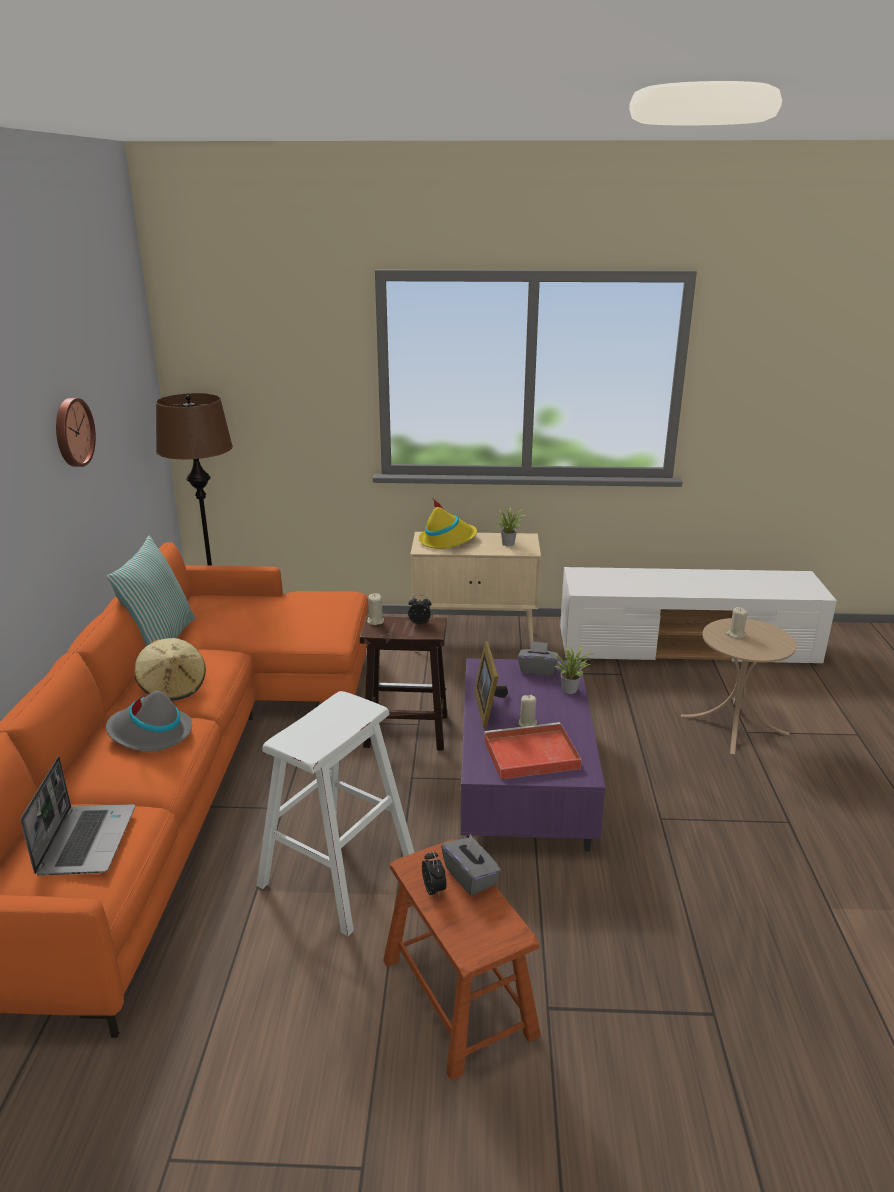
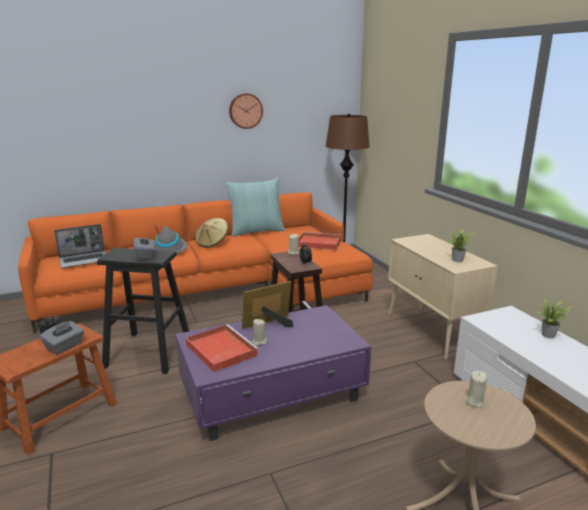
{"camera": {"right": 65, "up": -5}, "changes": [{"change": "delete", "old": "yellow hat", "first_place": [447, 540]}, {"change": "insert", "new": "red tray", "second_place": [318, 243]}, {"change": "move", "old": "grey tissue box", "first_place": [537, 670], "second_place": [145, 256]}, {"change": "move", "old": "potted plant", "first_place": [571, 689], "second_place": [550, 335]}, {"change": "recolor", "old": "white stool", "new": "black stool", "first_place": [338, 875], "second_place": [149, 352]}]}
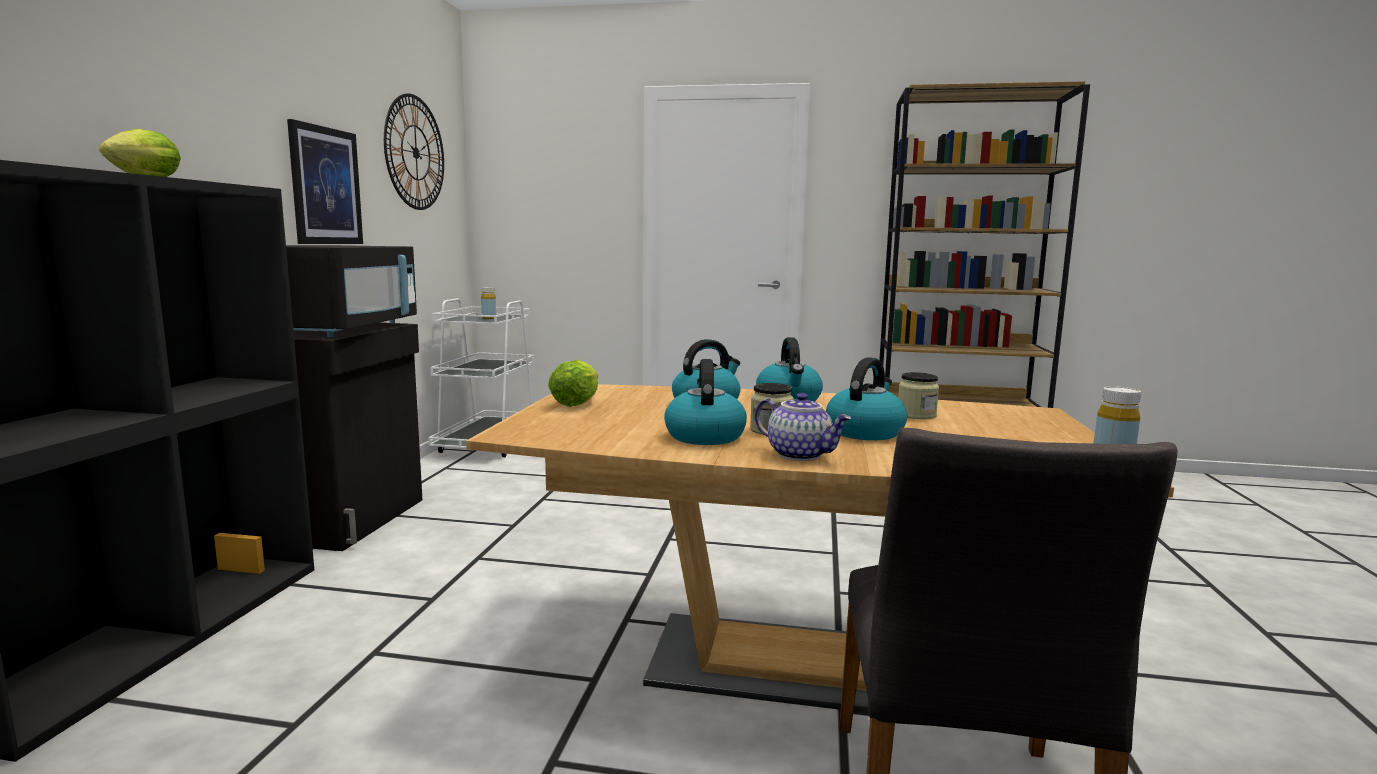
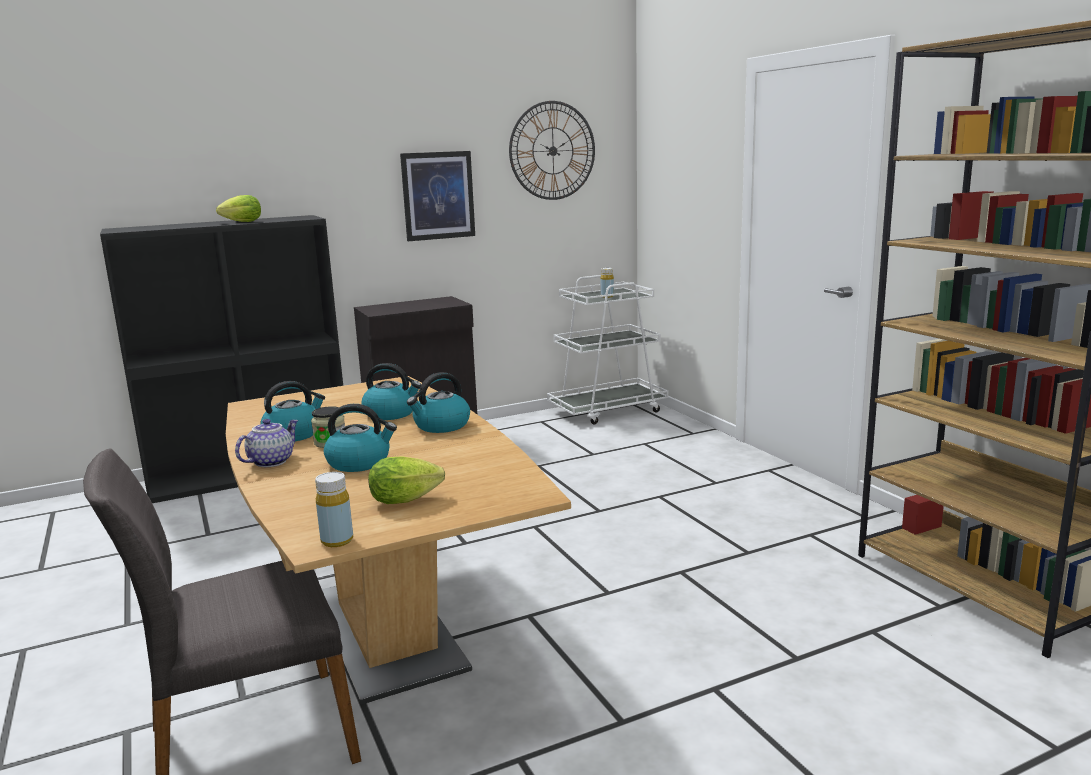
{"camera": {"right": 55, "up": 5}, "changes": [{"change": "delete", "old": "black microwave", "first_place": [348, 329]}, {"change": "delete", "old": "jar", "first_place": [916, 415]}, {"change": "move", "old": "lettuce", "first_place": [578, 403], "second_place": [409, 499]}, {"change": "rotate", "old": "teapot", "first_place": [800, 455], "second_place": [271, 461], "degrees": -150}]}
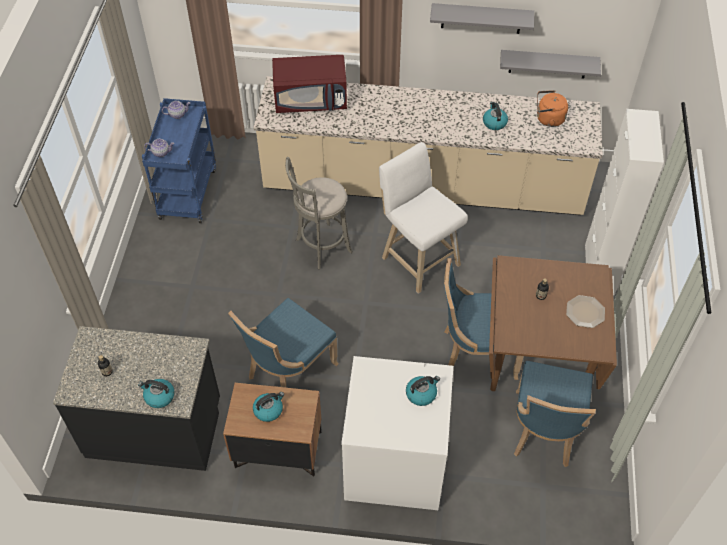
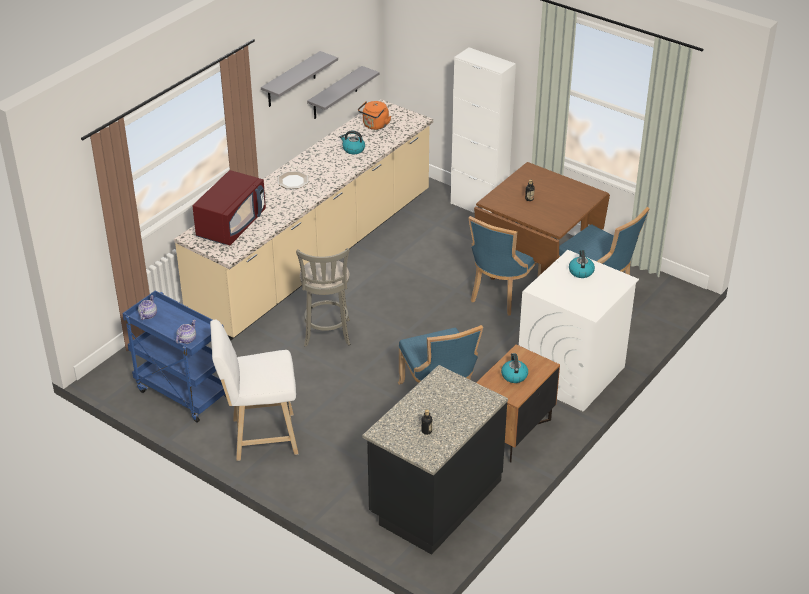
{"camera": {"right": -60, "up": -15}, "changes": [{"change": "delete", "old": "kettle", "first_place": [159, 396]}, {"change": "move", "old": "white stool", "first_place": [418, 258], "second_place": [260, 437]}, {"change": "move", "old": "plate", "first_place": [585, 312], "second_place": [293, 181]}]}
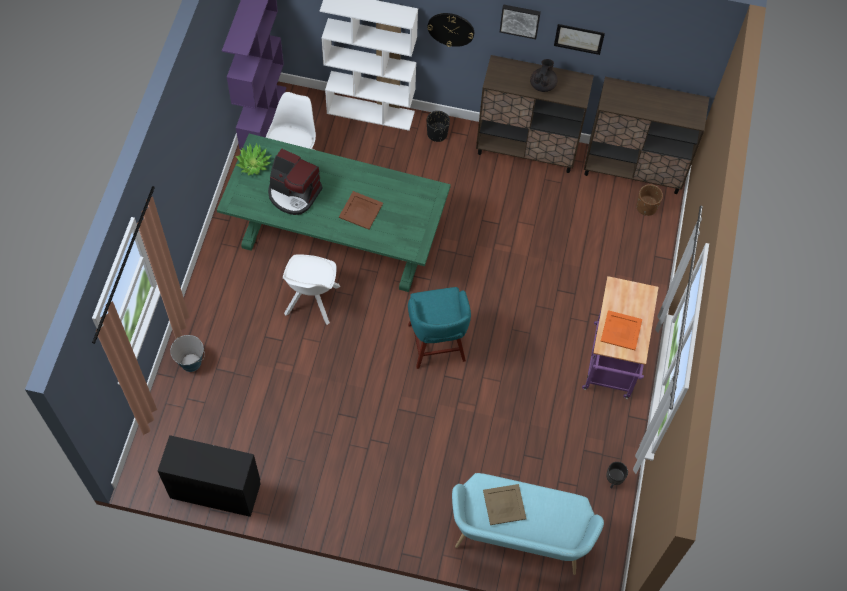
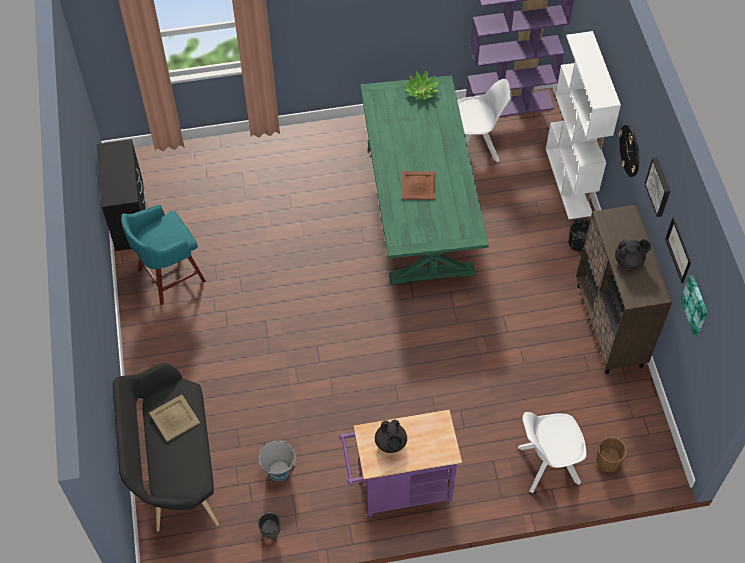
{"camera": {"right": 70, "up": -5}, "changes": [{"change": "delete", "old": "coffee machine", "first_place": [294, 194]}, {"change": "delete", "old": "brown cabinet", "first_place": [633, 170]}, {"change": "insert", "new": "picture", "second_place": [696, 305]}, {"change": "move", "old": "bucket", "first_place": [191, 362], "second_place": [279, 470]}, {"change": "move", "old": "white chair", "first_place": [311, 301], "second_place": [546, 465]}, {"change": "move", "old": "turquoise stool", "first_place": [436, 344], "second_place": [169, 276]}, {"change": "replace", "old": "orange tray", "new": "black teapot", "first_place": [621, 331], "second_place": [391, 443]}, {"change": "recolor", "old": "turquoise bench", "new": "black bench", "first_place": [518, 539], "second_place": [175, 468]}]}
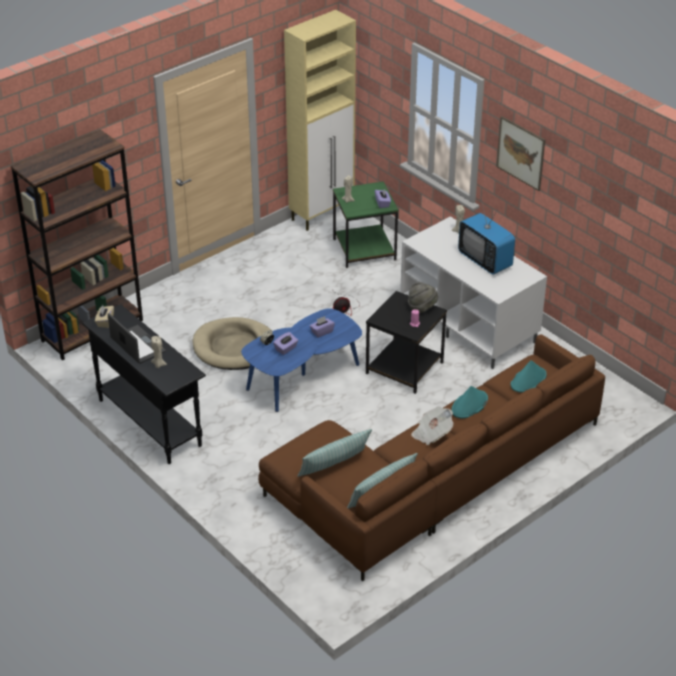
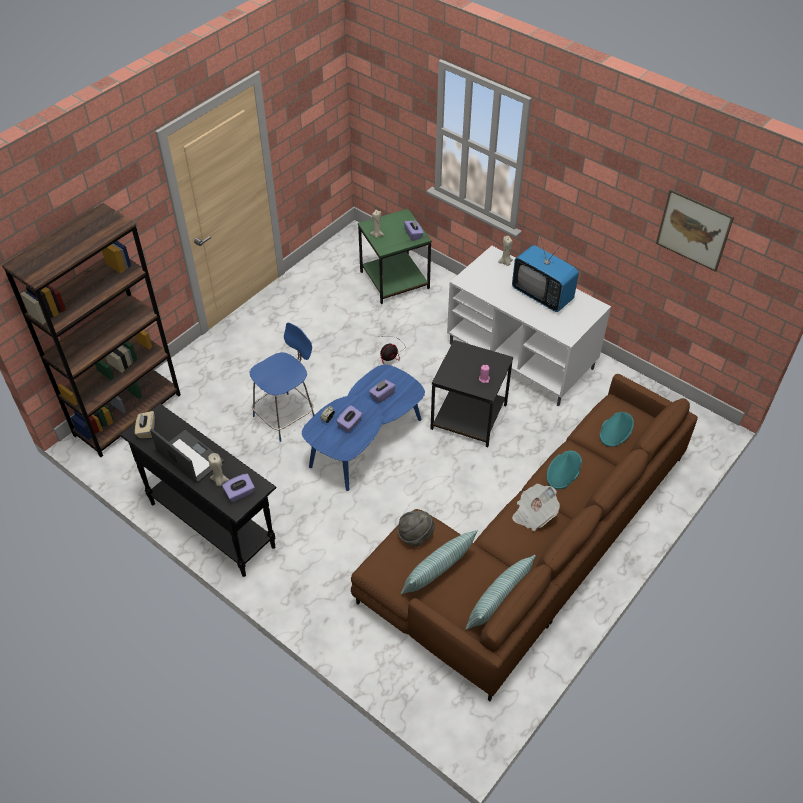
{"camera": {"right": -10, "up": 10}, "changes": [{"change": "delete", "old": "beige cabinet", "first_place": [322, 214]}, {"change": "insert", "new": "purple tissue box", "second_place": [240, 493]}, {"change": "move", "old": "grey hat", "first_place": [422, 307], "second_place": [415, 535]}, {"change": "move", "old": "picture", "first_place": [521, 153], "second_place": [694, 230]}, {"change": "replace", "old": "beige dog bed", "new": "blue stool", "first_place": [235, 347], "second_place": [286, 416]}]}
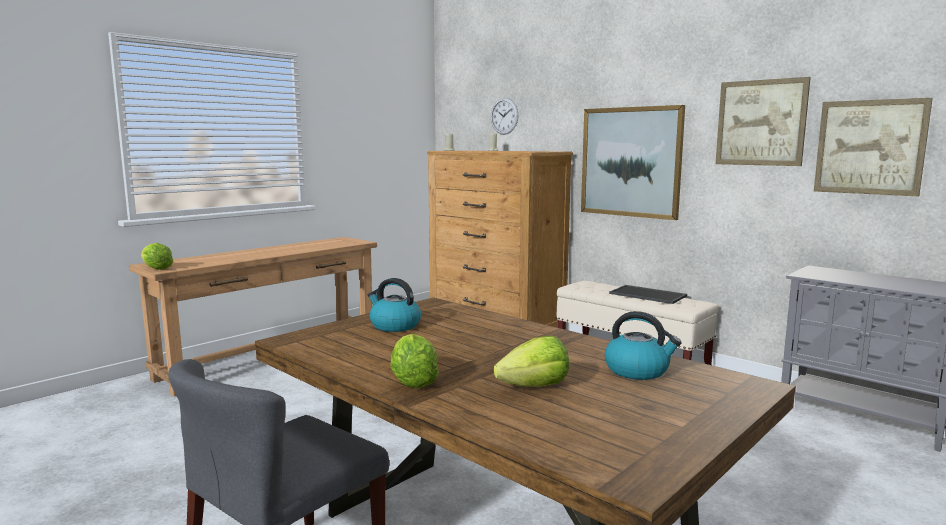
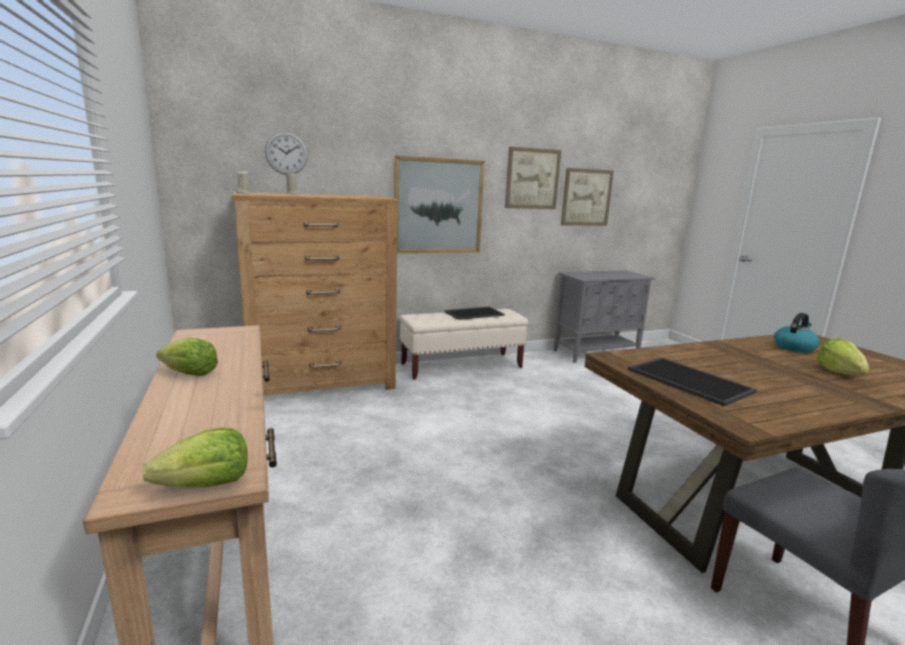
{"camera": {"right": -65, "up": 5}, "changes": [{"change": "move", "old": "lettuce", "first_place": [412, 381], "second_place": [189, 374]}, {"change": "replace", "old": "kettle", "new": "tray", "first_place": [394, 326], "second_place": [690, 380]}]}
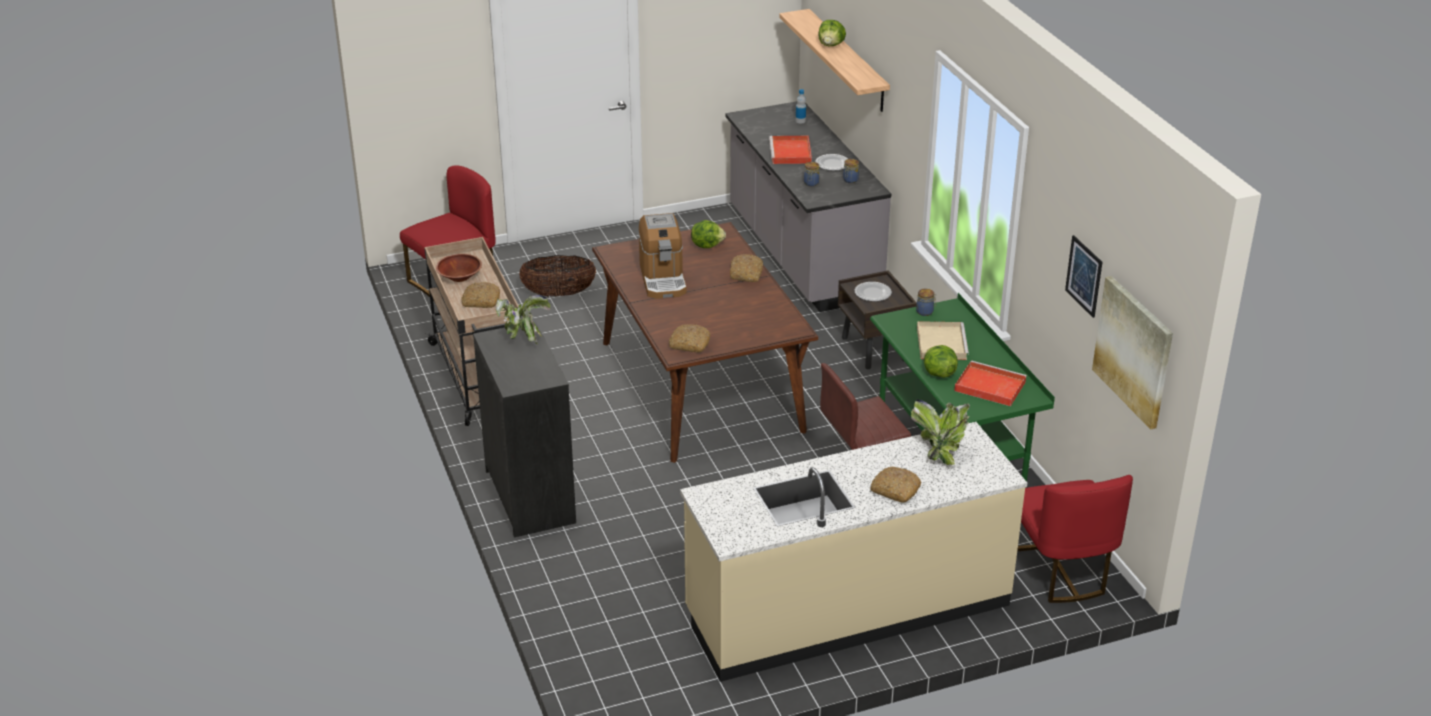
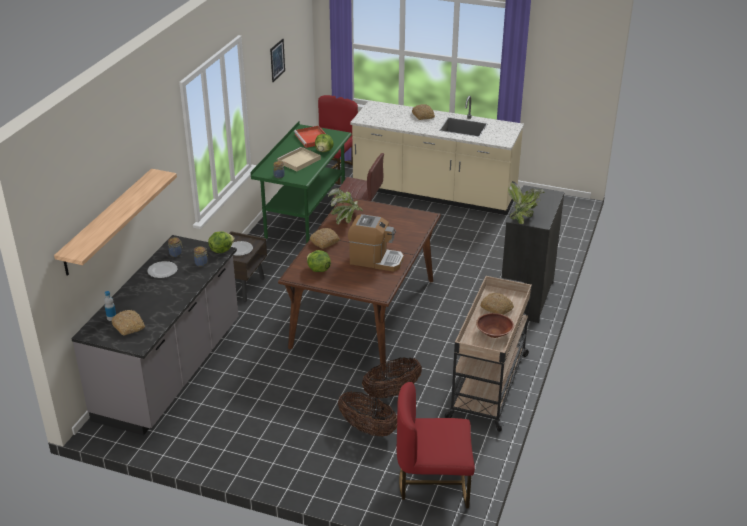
{"camera": {"right": -140, "up": 0}, "changes": [{"change": "delete", "old": "red tray", "first_place": [791, 153]}, {"change": "delete", "old": "picture", "first_place": [1133, 351]}, {"change": "insert", "new": "basket", "second_place": [391, 392]}, {"change": "move", "old": "bread", "first_place": [689, 344], "second_place": [129, 326]}, {"change": "move", "old": "lettuce", "first_place": [831, 45], "second_place": [221, 250]}, {"change": "move", "old": "potted plant", "first_place": [941, 449], "second_place": [346, 219]}, {"change": "rotate", "old": "coffee machine", "first_place": [663, 279], "second_place": [375, 260], "degrees": 75}]}
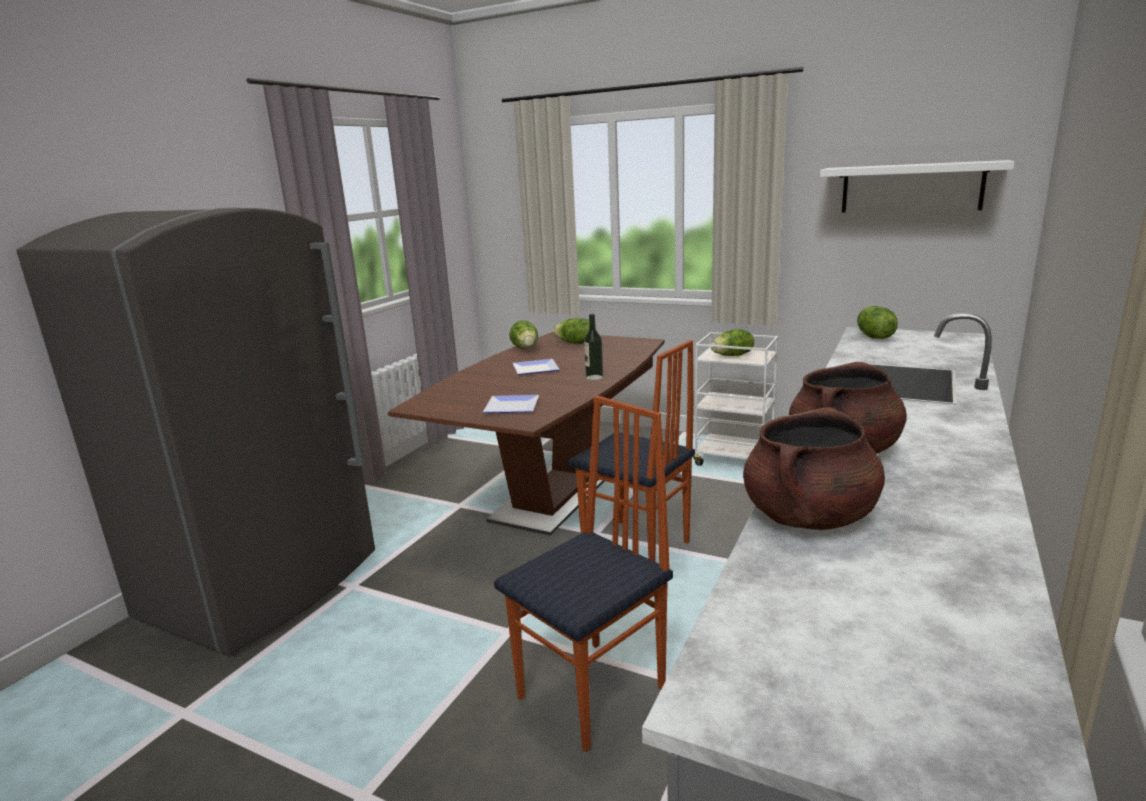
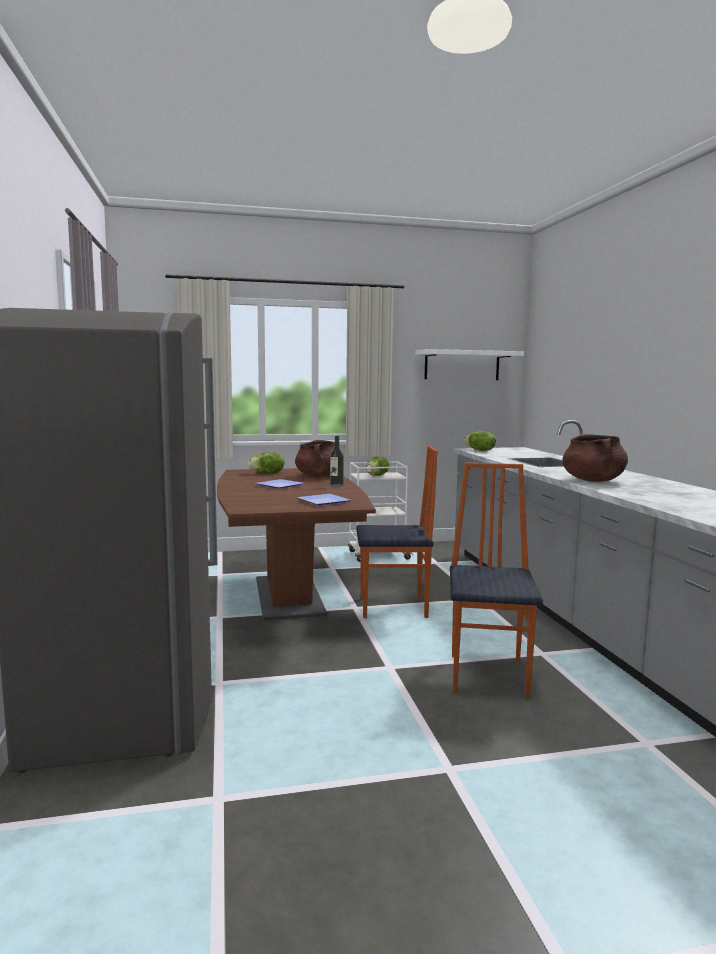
{"camera": {"right": -40, "up": -10}, "changes": [{"change": "delete", "old": "lettuce", "first_place": [526, 349]}, {"change": "move", "old": "brown cooking pot", "first_place": [809, 517], "second_place": [318, 476]}]}
